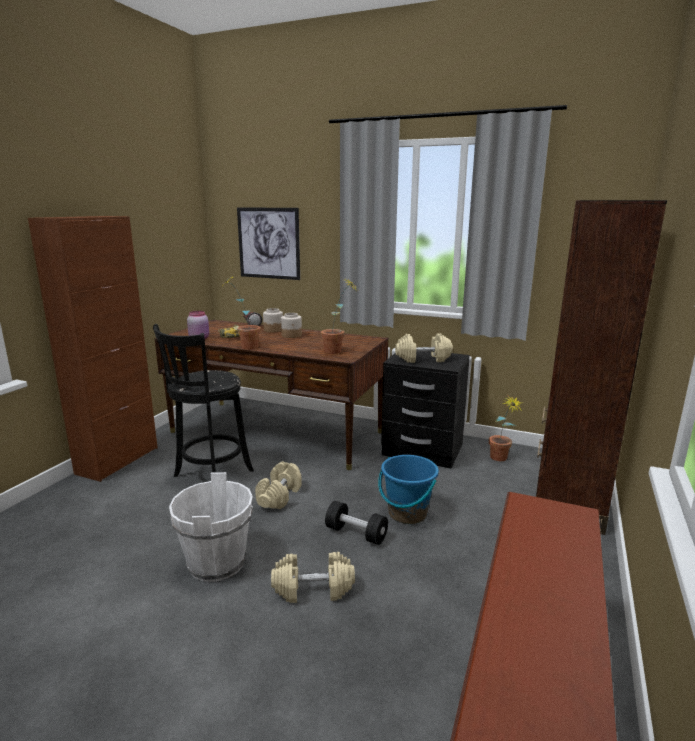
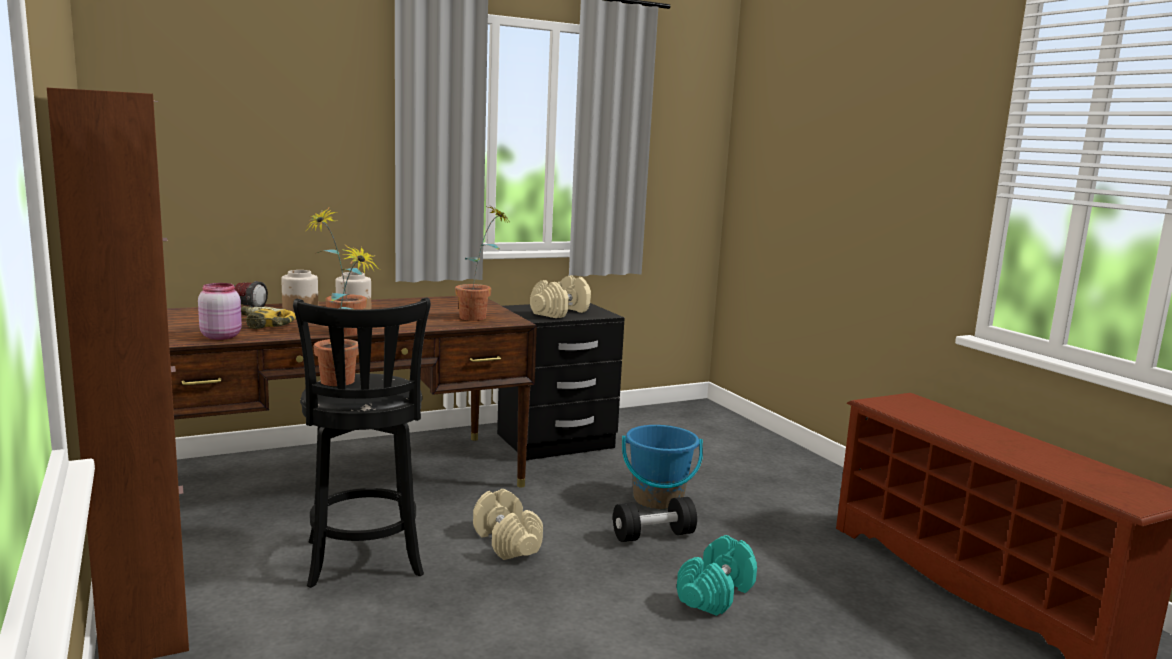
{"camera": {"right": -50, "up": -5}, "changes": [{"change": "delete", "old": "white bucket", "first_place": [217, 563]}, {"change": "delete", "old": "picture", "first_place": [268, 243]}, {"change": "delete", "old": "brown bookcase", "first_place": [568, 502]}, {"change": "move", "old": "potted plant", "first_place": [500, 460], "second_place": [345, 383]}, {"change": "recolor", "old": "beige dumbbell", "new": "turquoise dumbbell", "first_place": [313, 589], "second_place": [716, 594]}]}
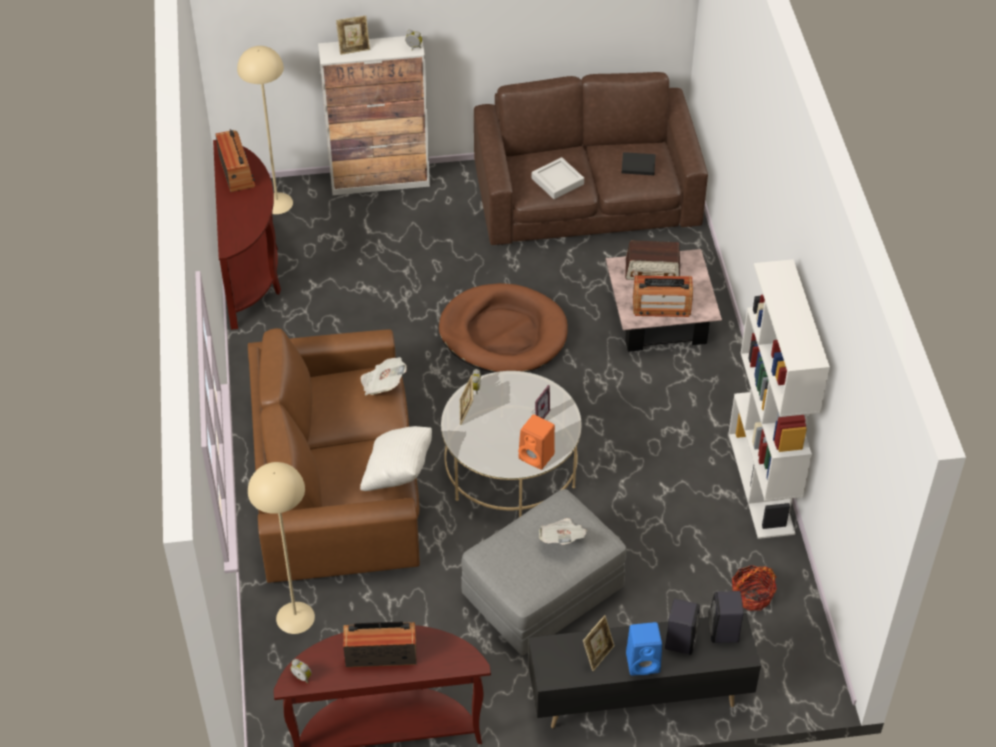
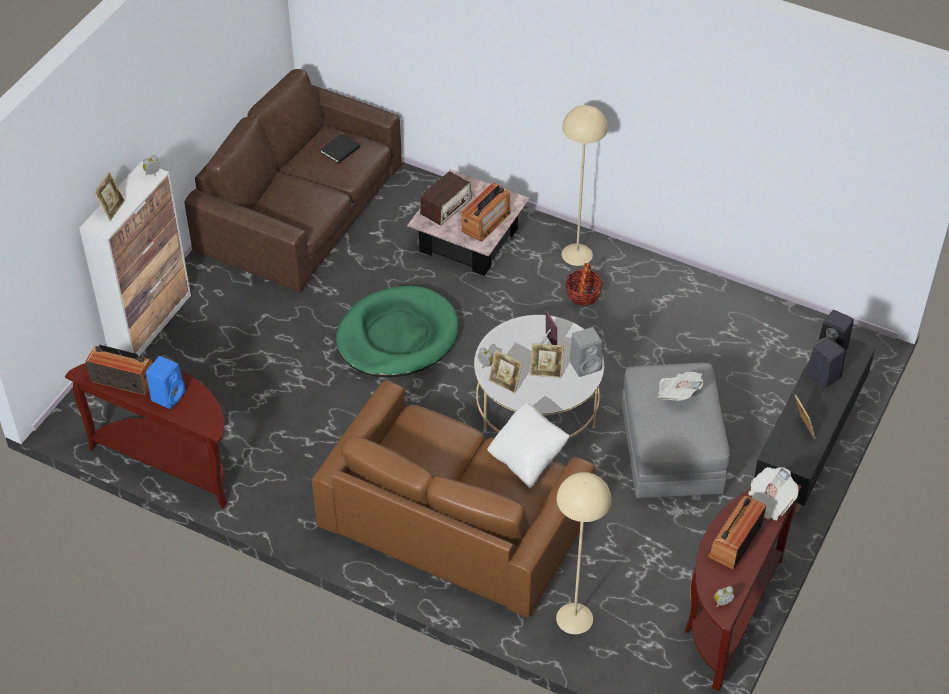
{"camera": {"right": -55, "up": 0}, "changes": [{"change": "delete", "old": "grey tray", "first_place": [557, 181]}, {"change": "delete", "old": "white bookcase", "first_place": [762, 483]}, {"change": "insert", "new": "picture frame", "second_place": [546, 372]}, {"change": "move", "old": "beige floor lamp", "first_place": [277, 203], "second_place": [576, 254]}, {"change": "move", "old": "newspaper", "first_place": [383, 384], "second_place": [769, 502]}, {"change": "move", "old": "blue speaker", "first_place": [644, 662], "second_place": [168, 395]}, {"change": "move", "old": "basket", "first_place": [752, 595], "second_place": [583, 294]}, {"change": "recolor", "old": "brown dog bed", "new": "green dog bed", "first_place": [503, 333], "second_place": [397, 336]}, {"change": "recolor", "old": "orange speaker", "new": "grey speaker", "first_place": [537, 456], "second_place": [586, 365]}]}
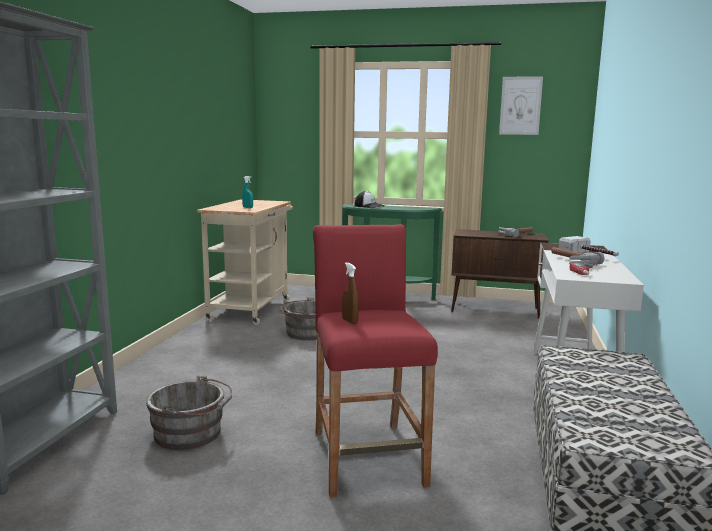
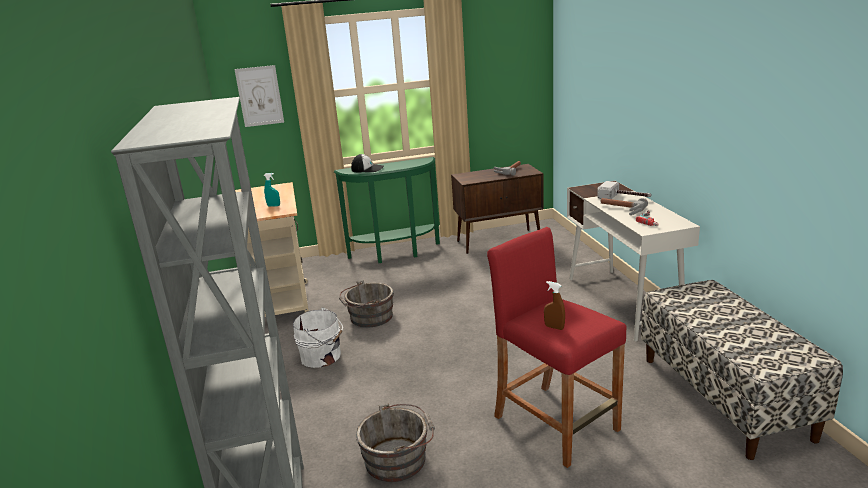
{"camera": {"right": -25, "up": 10}, "changes": [{"change": "insert", "new": "white bucket", "second_place": [322, 357]}, {"change": "move", "old": "picture", "first_place": [520, 105], "second_place": [259, 96]}]}
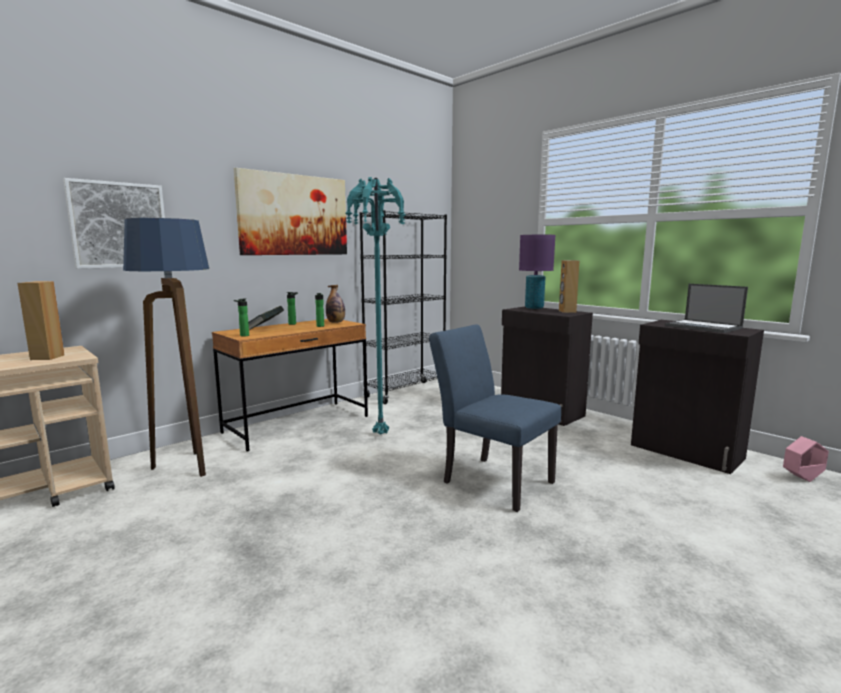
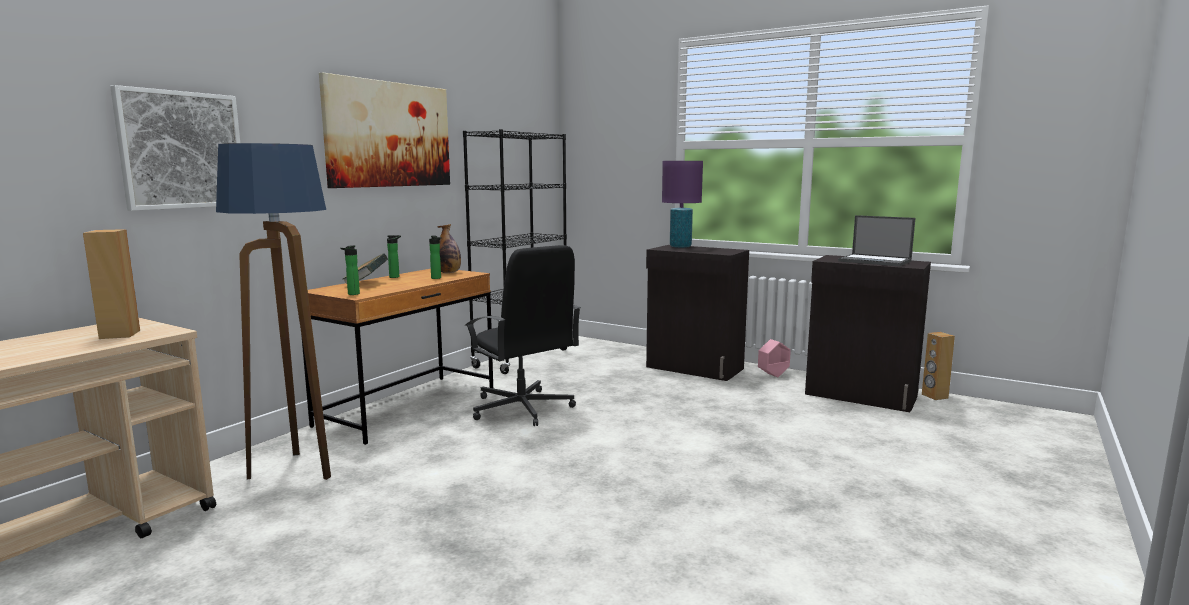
{"camera": {"right": -15, "up": 0}, "changes": [{"change": "delete", "old": "blue chair", "first_place": [491, 480]}, {"change": "move", "old": "brown speaker", "first_place": [567, 311], "second_place": [934, 396]}, {"change": "move", "old": "pink planter", "first_place": [802, 478], "second_place": [773, 375]}, {"change": "replace", "old": "turquoise floor lamp", "new": "black office chair", "first_place": [379, 434], "second_place": [522, 408]}]}
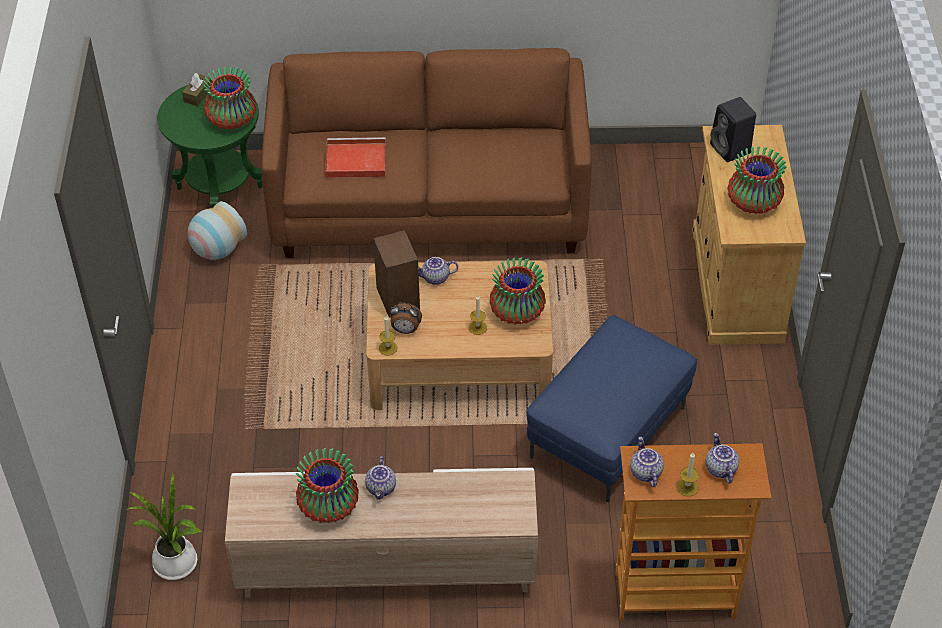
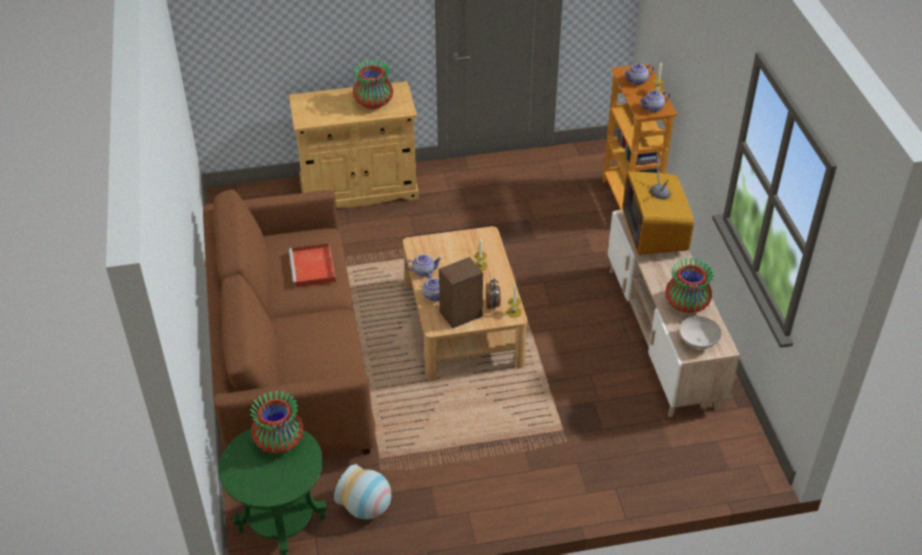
{"camera": {"right": -100, "up": -5}, "changes": [{"change": "delete", "old": "potted plant", "first_place": [178, 565]}, {"change": "delete", "old": "brown tissue box", "first_place": [198, 95]}, {"change": "delete", "old": "vase", "first_place": [517, 312]}, {"change": "delete", "old": "blue ottoman", "first_place": [609, 433]}, {"change": "delete", "old": "black speaker", "first_place": [731, 149]}, {"change": "insert", "new": "television", "second_place": [654, 234]}, {"change": "insert", "new": "white bowl", "second_place": [698, 342]}, {"change": "move", "old": "red tray", "first_place": [354, 160], "second_place": [313, 268]}, {"change": "move", "old": "teapot", "first_place": [382, 488], "second_place": [424, 271]}]}
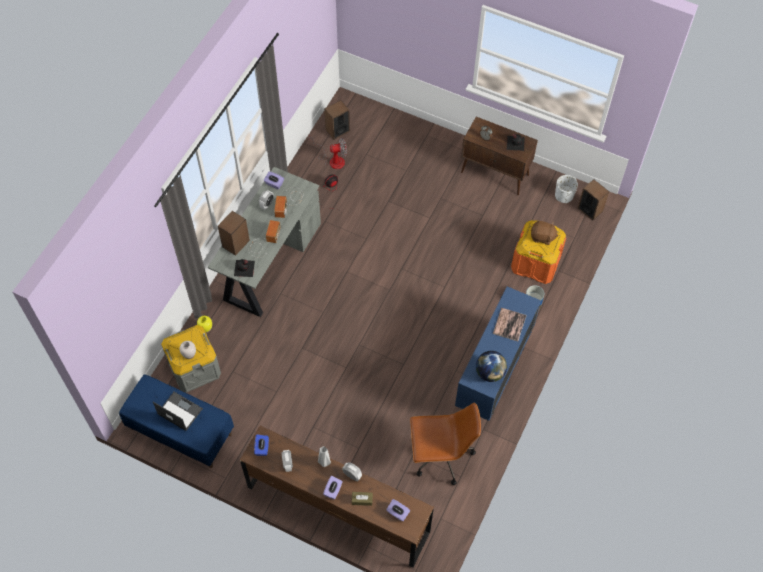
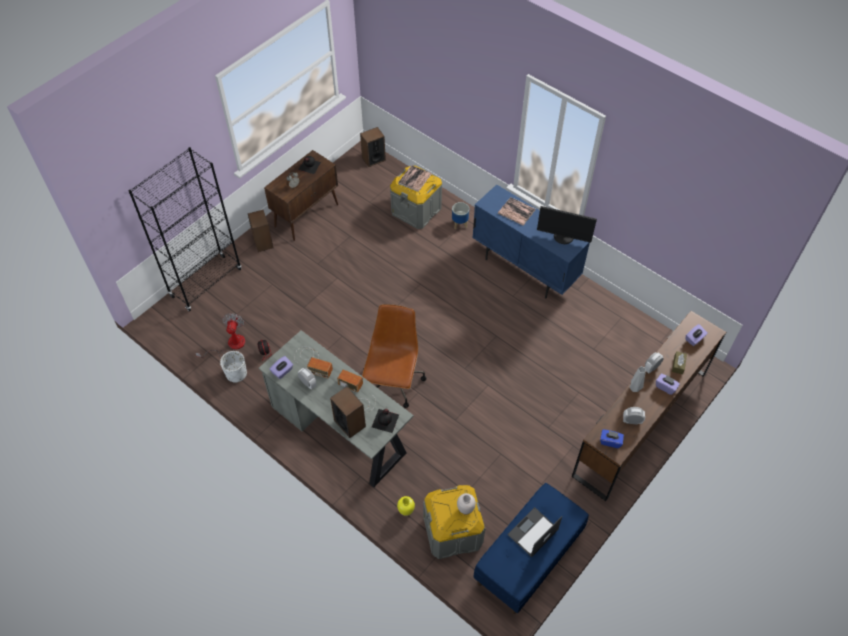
{"camera": {"right": -75, "up": -5}, "changes": [{"change": "insert", "new": "black bookcase", "second_place": [206, 283]}, {"change": "move", "old": "speaker", "first_place": [337, 130], "second_place": [263, 242]}, {"change": "move", "old": "brown office chair", "first_place": [440, 456], "second_place": [393, 383]}, {"change": "move", "old": "white planter", "first_place": [564, 195], "second_place": [236, 374]}, {"change": "replace", "old": "globe", "new": "monitor", "first_place": [490, 373], "second_place": [563, 237]}, {"change": "replace", "old": "brown plush toy", "new": "book", "first_place": [542, 237], "second_place": [414, 179]}, {"change": "recolor", "old": "orange storage box", "new": "grey storage box", "first_place": [535, 262], "second_place": [416, 210]}]}
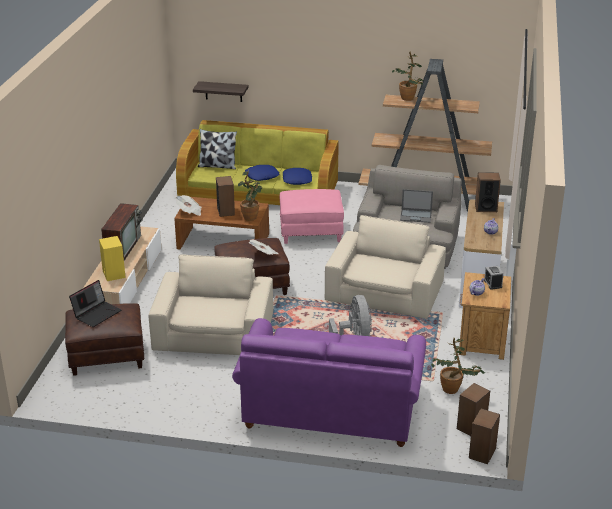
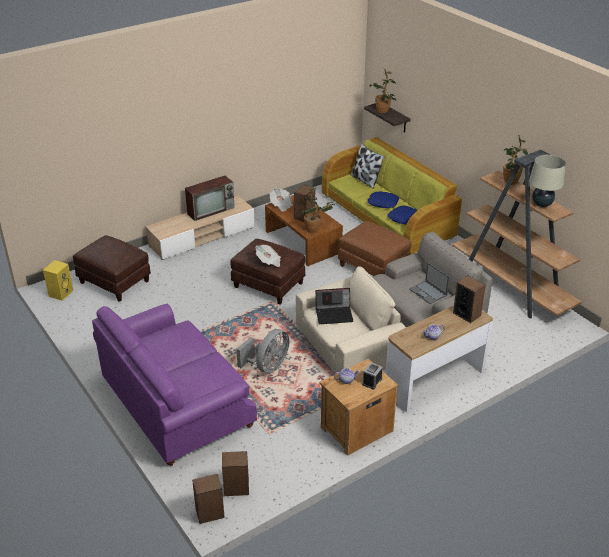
{"camera": {"right": 45, "up": 5}, "changes": [{"change": "delete", "old": "beige armchair", "first_place": [214, 333]}, {"change": "insert", "new": "beige table lamp", "second_place": [542, 204]}, {"change": "move", "old": "laptop", "first_place": [97, 313], "second_place": [334, 314]}, {"change": "move", "old": "yellow speaker", "first_place": [113, 274], "second_place": [61, 293]}, {"change": "move", "old": "potted plant", "first_place": [454, 390], "second_place": [383, 112]}, {"change": "recolor", "old": "pink ottoman", "new": "brown ottoman", "first_place": [311, 232], "second_place": [374, 267]}]}
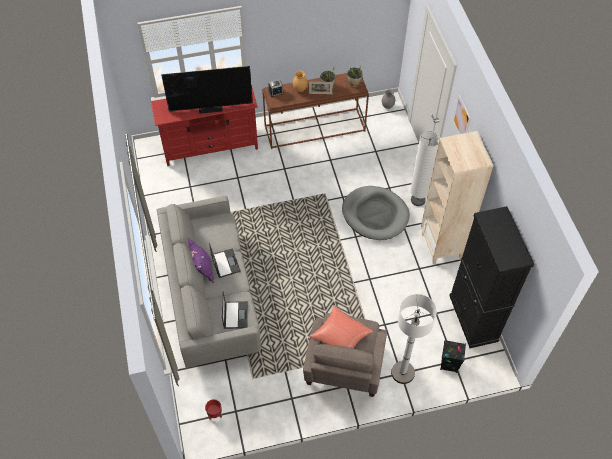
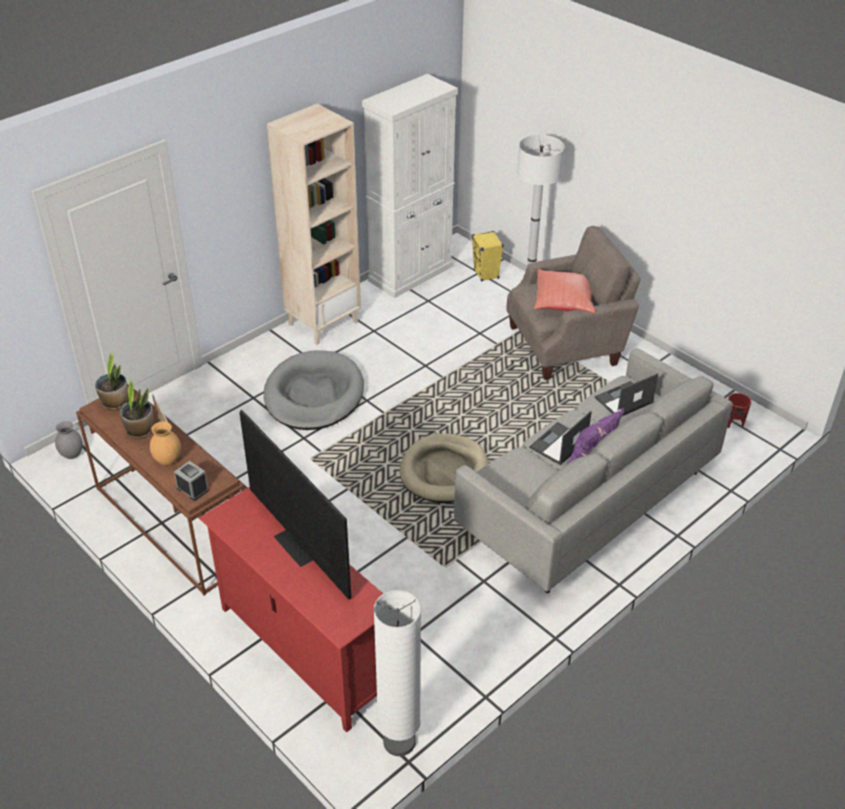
{"camera": {"right": -120, "up": -15}, "changes": [{"change": "delete", "old": "picture", "first_place": [461, 119]}, {"change": "insert", "new": "beige dog bed", "second_place": [444, 471]}, {"change": "move", "old": "white floor lamp", "first_place": [418, 200], "second_place": [399, 742]}, {"change": "recolor", "old": "black speaker", "new": "yellow speaker", "first_place": [449, 364], "second_place": [486, 274]}, {"change": "recolor", "old": "black cabinet", "new": "white cabinet", "first_place": [473, 318], "second_place": [411, 273]}]}
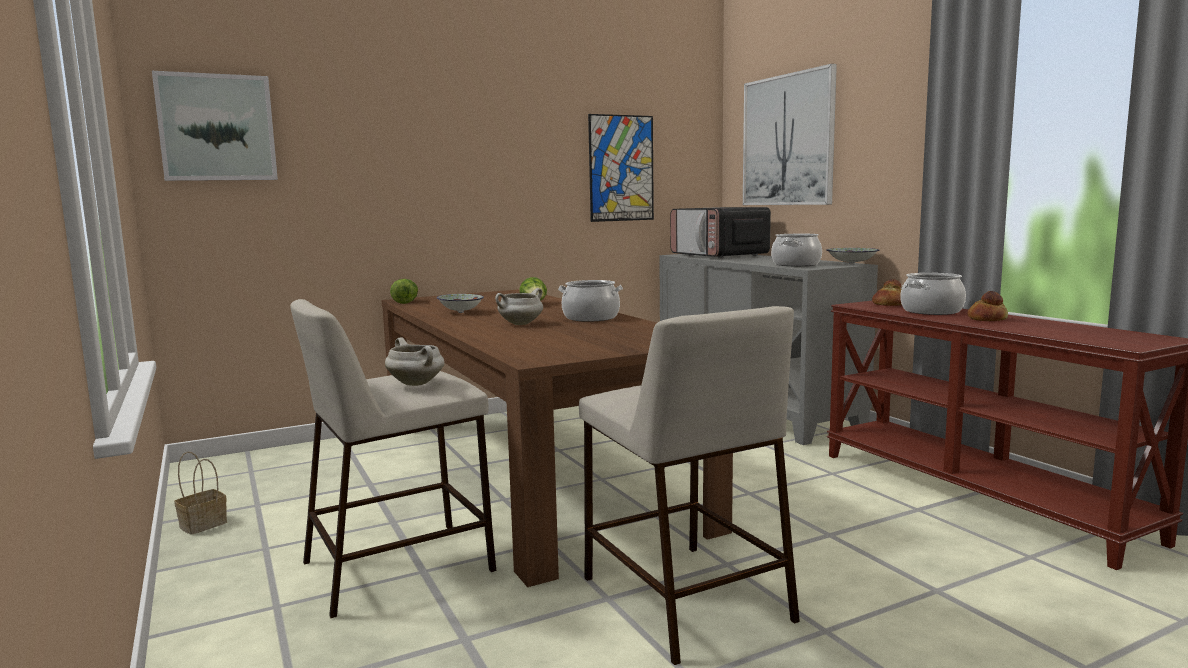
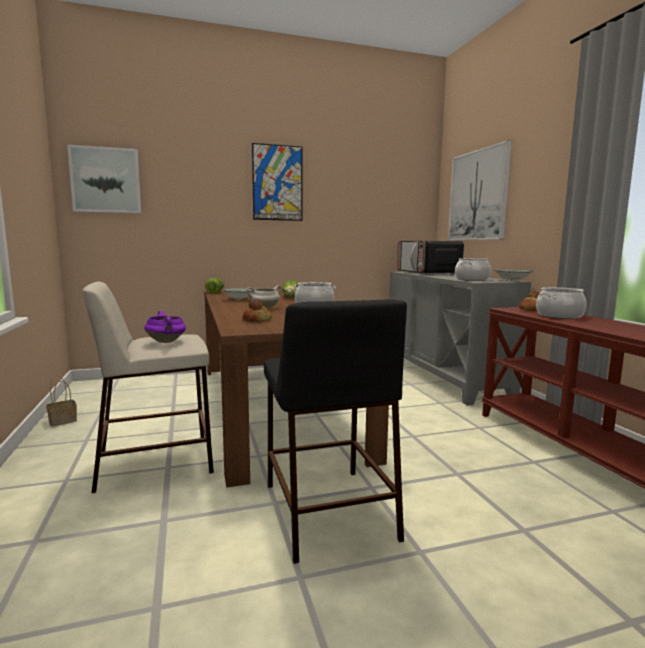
{"camera": {"right": 10, "up": 0}, "changes": [{"change": "move", "old": "picture", "first_place": [621, 168], "second_place": [277, 183]}, {"change": "move", "old": "bread", "first_place": [986, 319], "second_place": [257, 320]}, {"change": "recolor", "old": "white cooking pot", "new": "purple cooking pot", "first_place": [417, 384], "second_place": [167, 342]}, {"change": "recolor", "old": "beige stool", "new": "black stool", "first_place": [683, 597], "second_place": [327, 509]}]}
